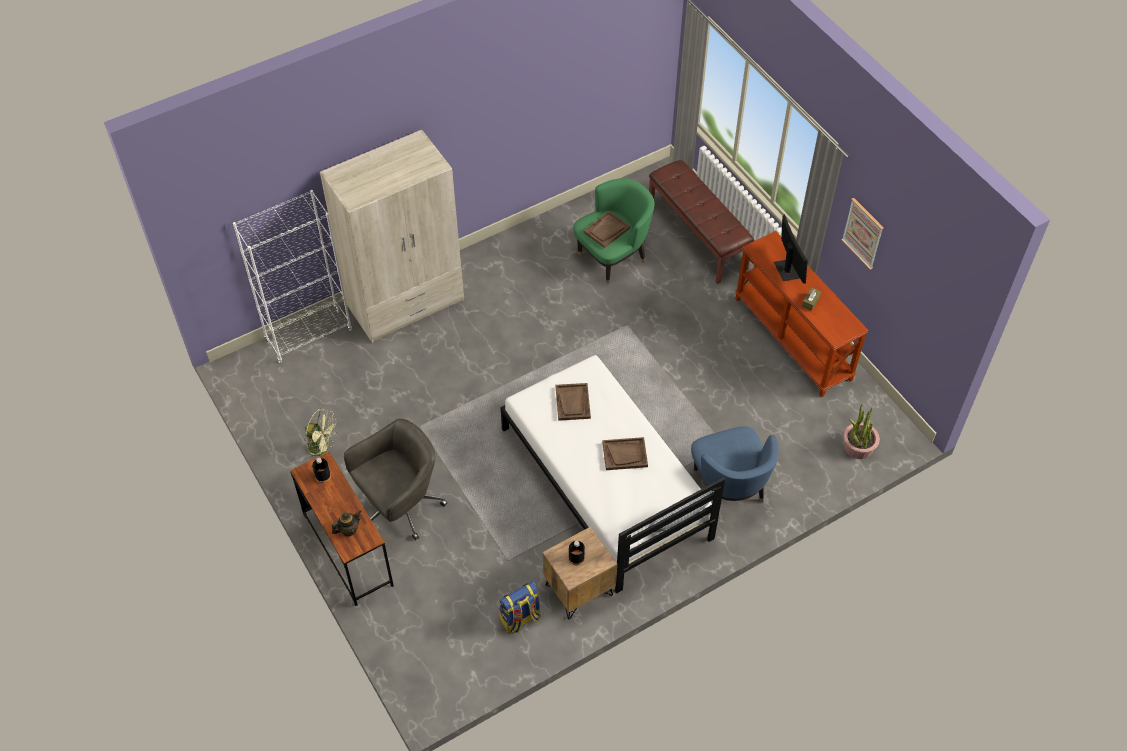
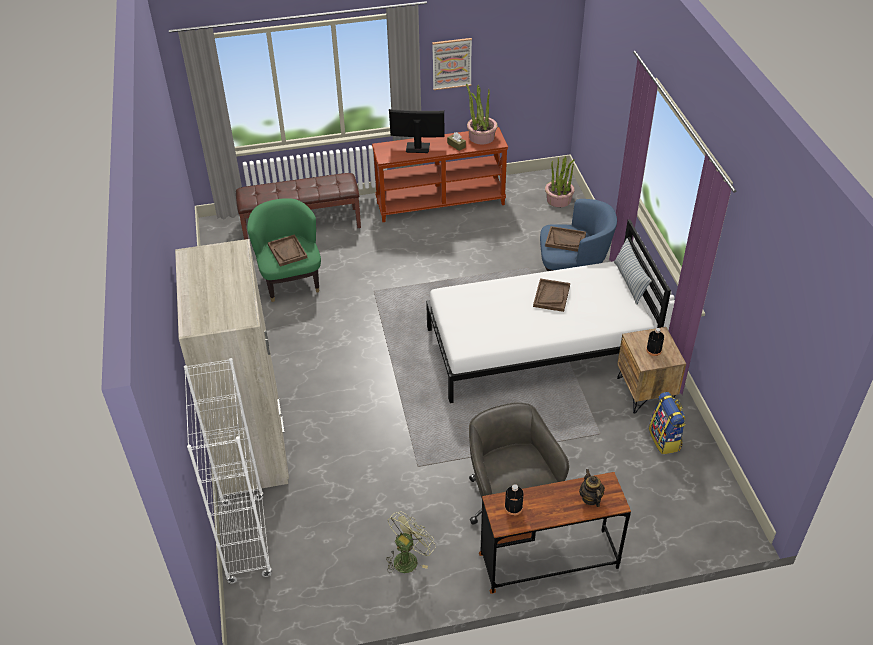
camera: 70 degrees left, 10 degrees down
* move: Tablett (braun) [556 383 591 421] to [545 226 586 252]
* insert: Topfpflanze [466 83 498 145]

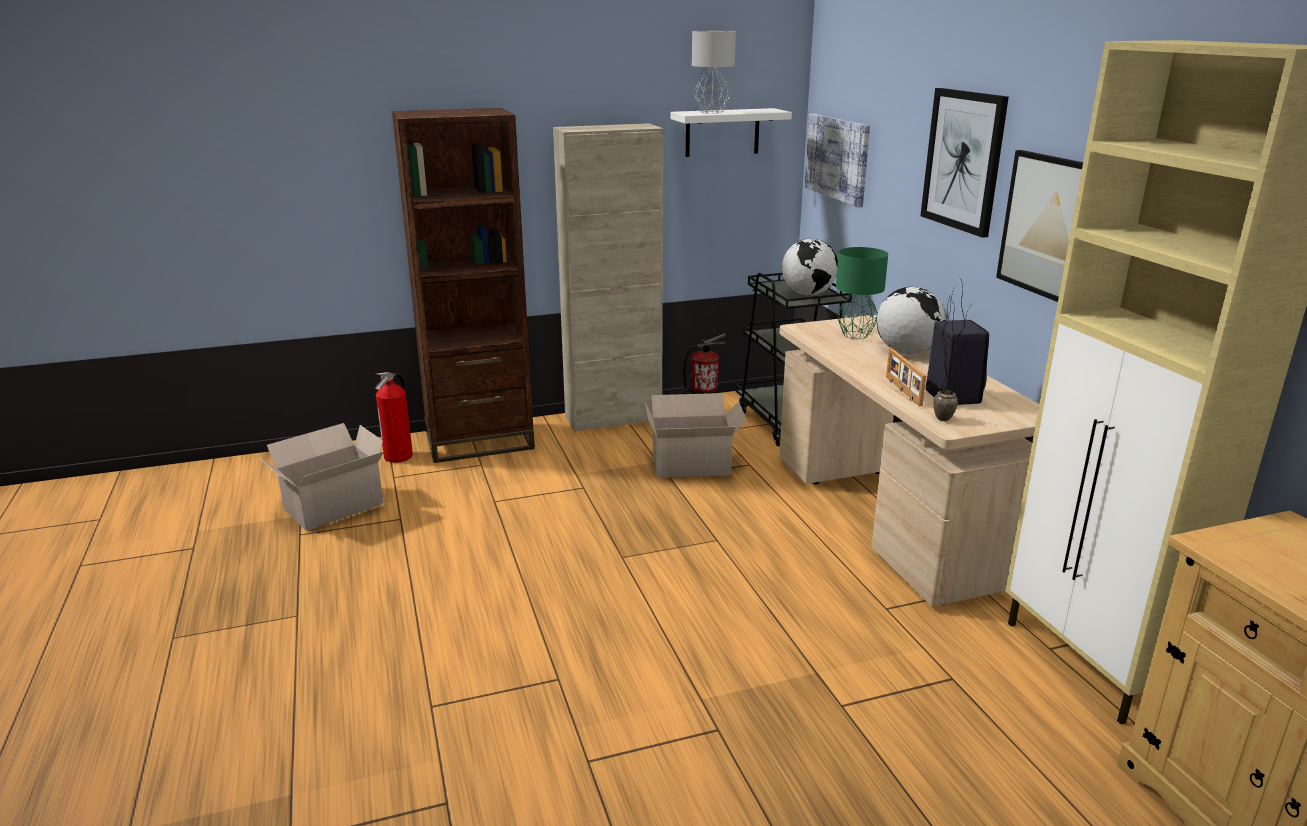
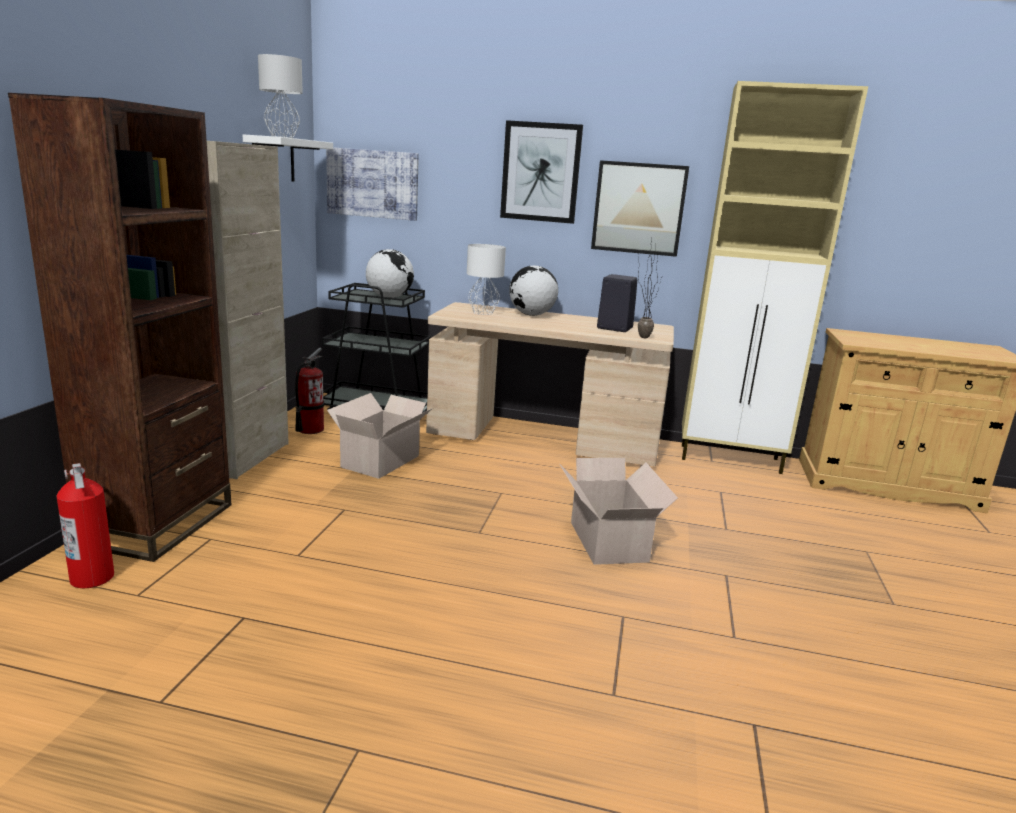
camera: 60 degrees left, 5 degrees down
* move: Karton [260 423 384 531] to [559 458 678 565]
* recolor: Tischlampe (grün) [836 247 888 339] to Tischlampe (weiß) [467 244 506 315]
* delete: Bilderrahmen [886 348 926 406]

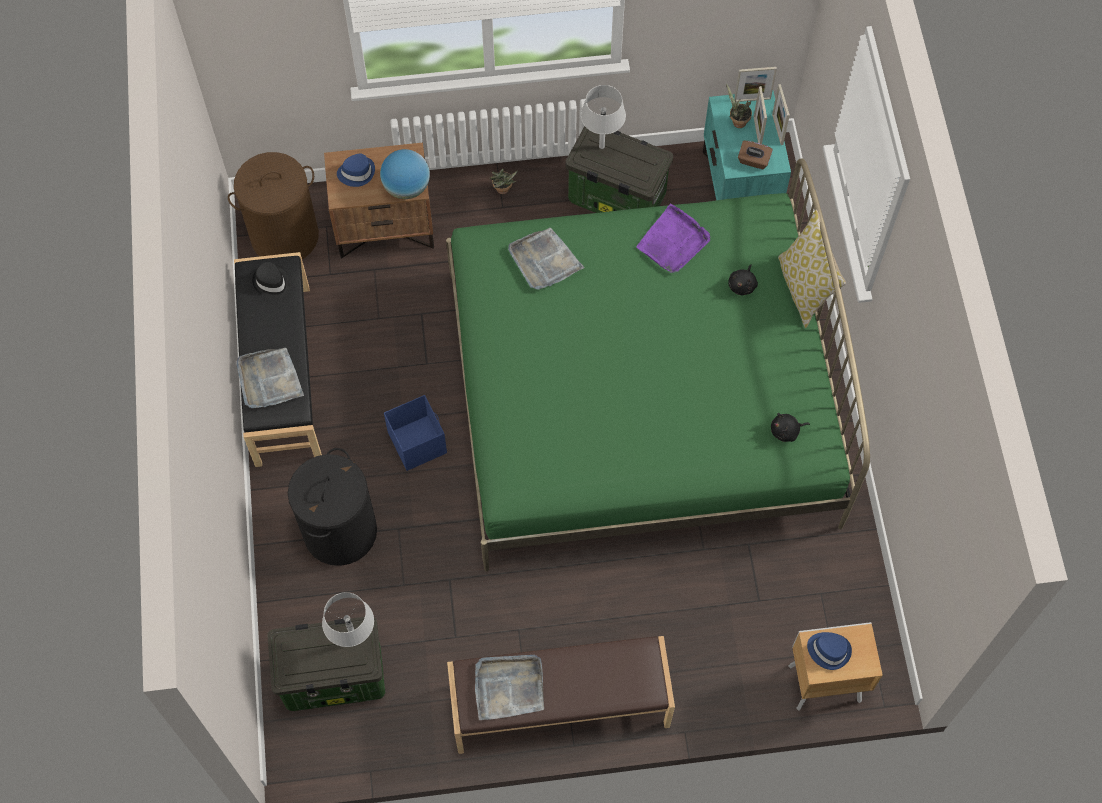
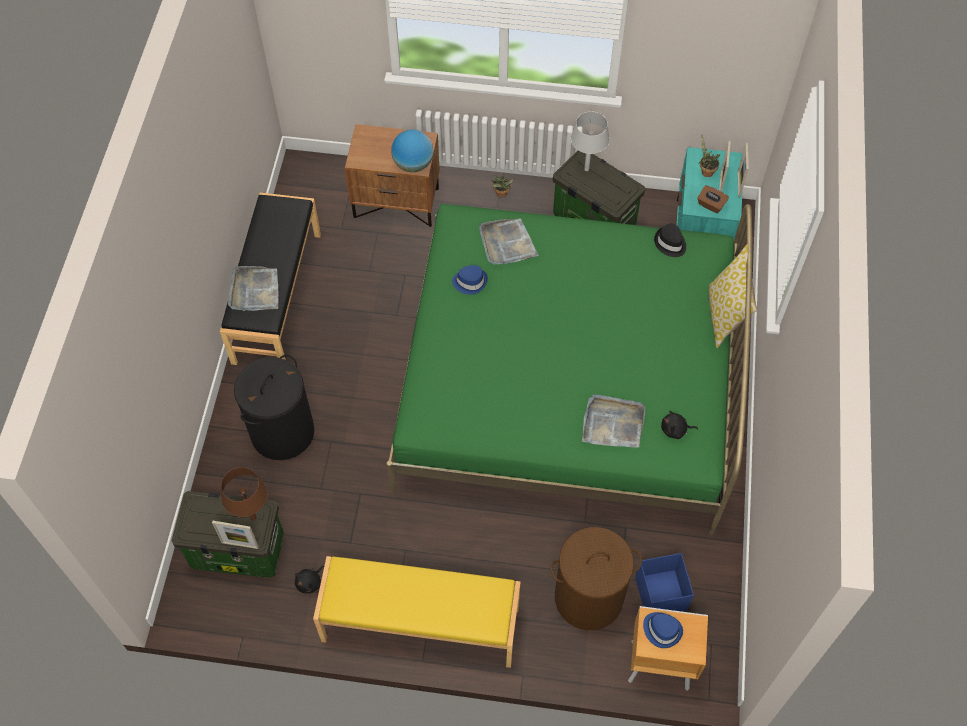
camera: 15 degrees right, 5 degrees down
* move: Wäschekorb (braun) [228 152 319 259] to [551 527 642 630]
* move: Hut (schwarz) [252 262 290 299] to [654 223 686 257]
* recolor: Tischlampe (grau) [322 592 374 647] to Tischlampe (braun) [221 467 268 521]
* move: Hut (blau) [337 154 375 187] to [452 265 488 295]
* move: Aufbewahrungsbox (blau) [384 395 447 471] to [635 553 694 612]
* recolor: Bank (braun) [447 636 675 754] to Bank (gelb) [313 556 521 668]
* move: Tablett (grau) [475 655 544 720] to [582 394 645 448]
* delete: Tablett (lila) [636 203 710 273]
* move: Plüschtier (schwarz) [728 265 758 295] to [295 566 324 594]
* move: Bilderrahmen [734 67 777 102] to [212 521 259 549]

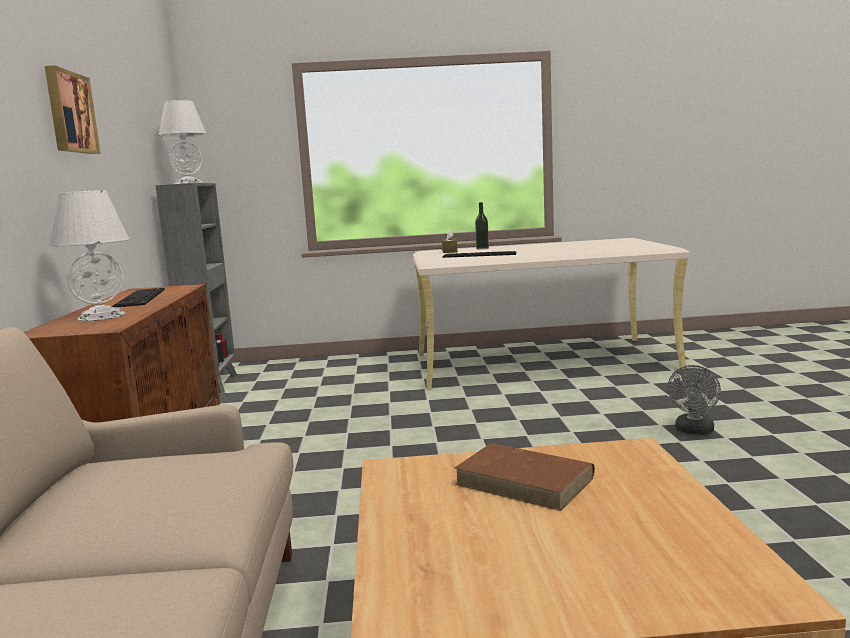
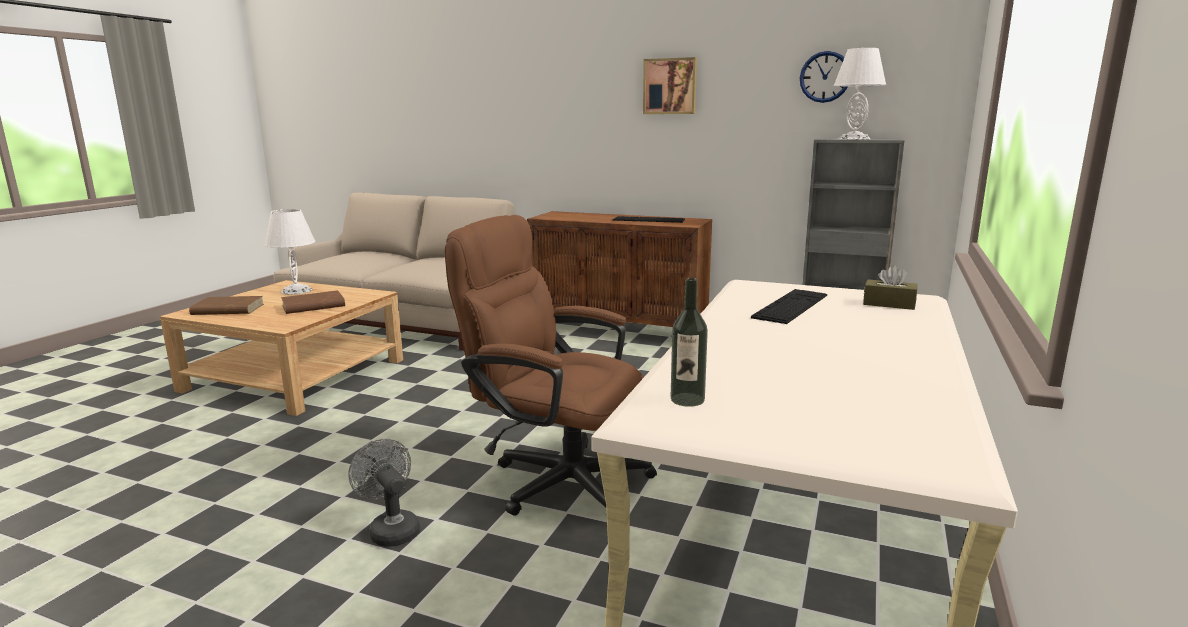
camera: 115 degrees right, 5 degrees up
* move: Tischlampe (weiß) [50 190 129 321] to [265 209 315 295]
* move: Flasche [475 202 489 249] to [671 278 708 407]
* insert: Buch (braun) [189 296 264 315]
* insert: Bürostuhl (braun) [445 215 657 516]
* insert: Wanduhr [800 51 847 103]

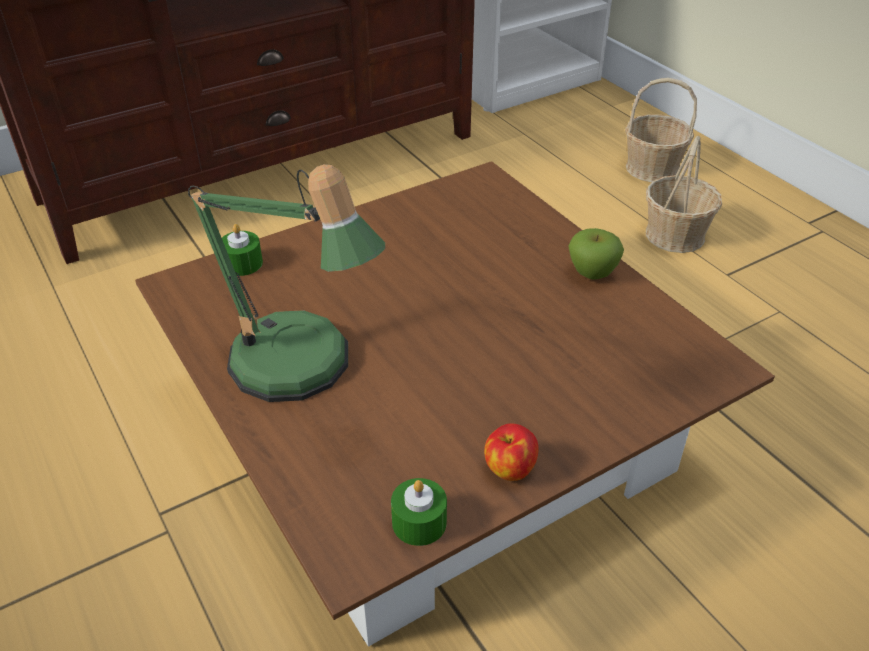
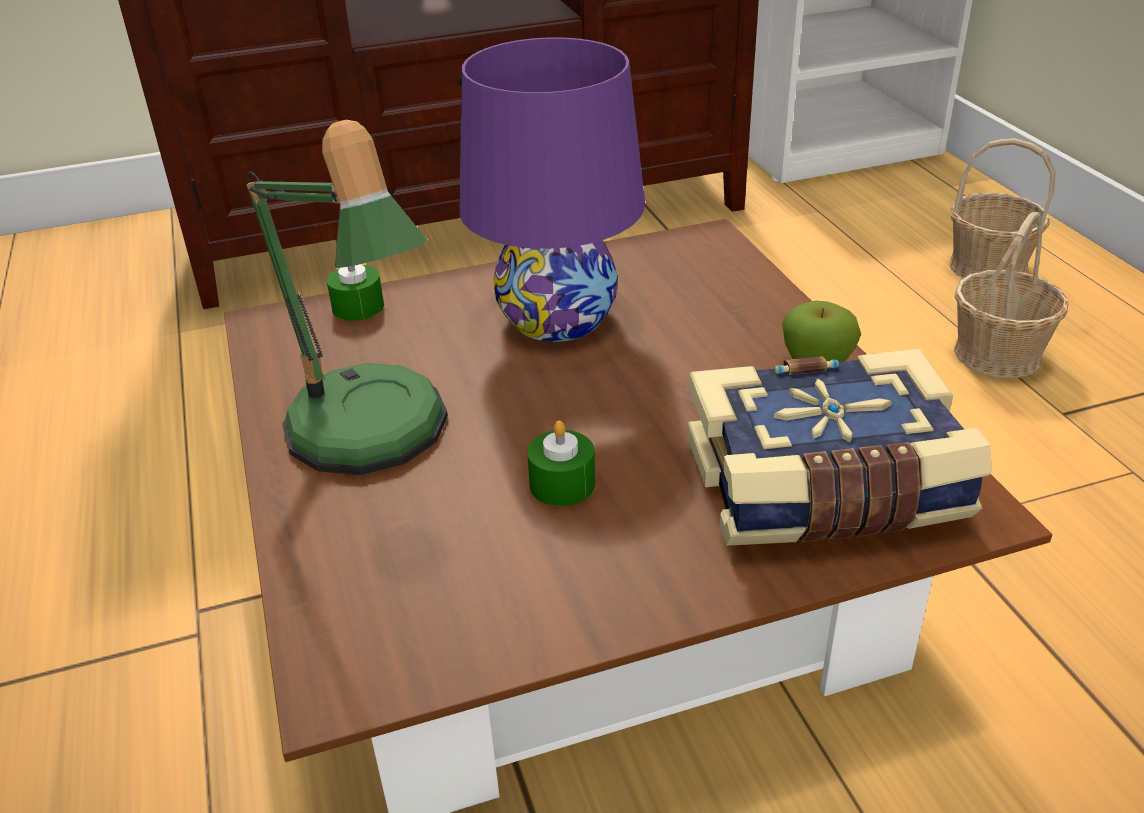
camera: 15 degrees right, 5 degrees down
* move: Kerze (grün) [391 478 447 546] to [527 421 595 506]
* delete: Apfel [484 423 539 481]
* insert: Tischlampe (lila) [459 37 645 342]
* insert: Buch [687 349 992 546]

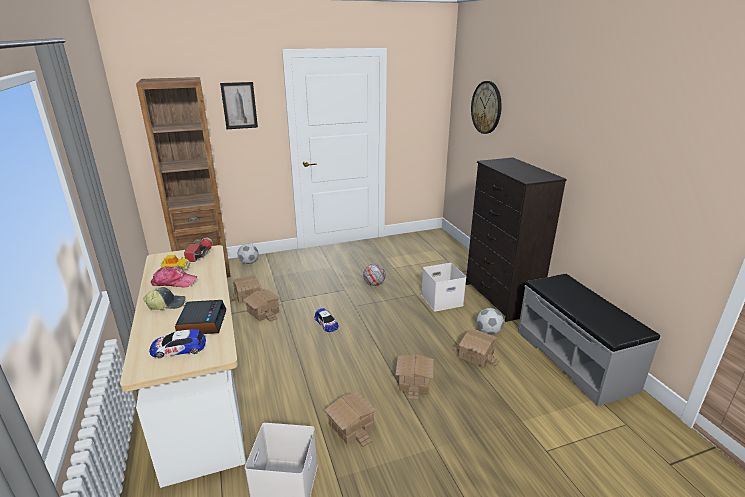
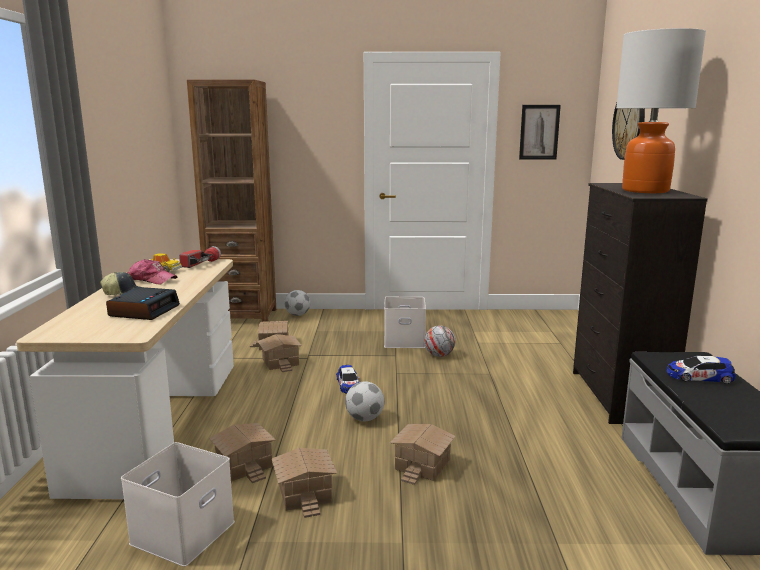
camera: 20 degrees right, 10 degrees down
* move: Spielzeugauto [149 330 206 358] to [667 356 736 384]
* move: Bild [220 82 258 129] to [519 105 561 160]
* move: Aufbewahrungsbox (weiß) [421 263 466 312] to [384 297 426 348]
* move: Spielzeughaus [454 328 500 368] to [209 423 276 483]
* move: Fußball [477 308 504 335] to [345 381 384 421]
* insert: Tischlampe [616 28 706 193]

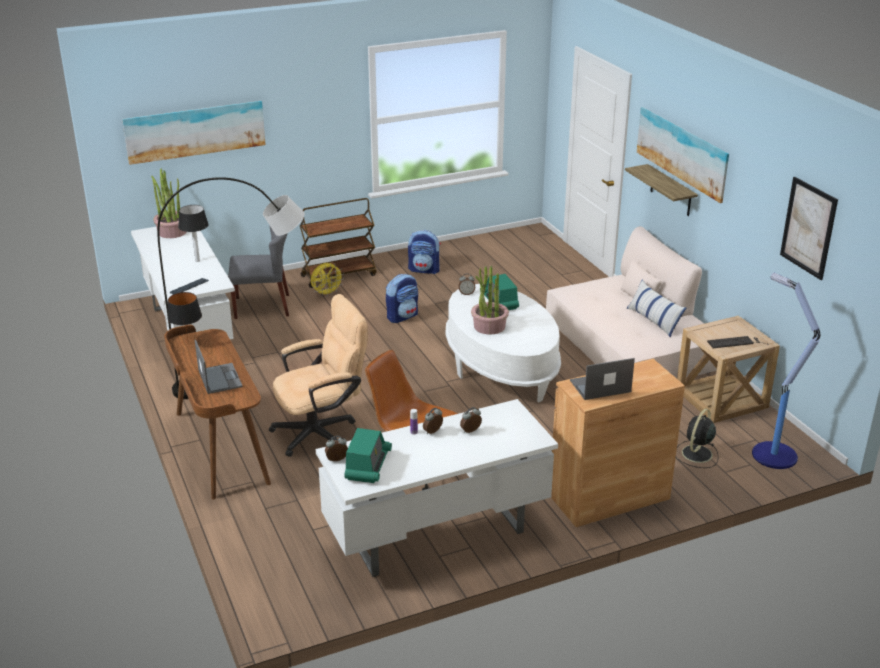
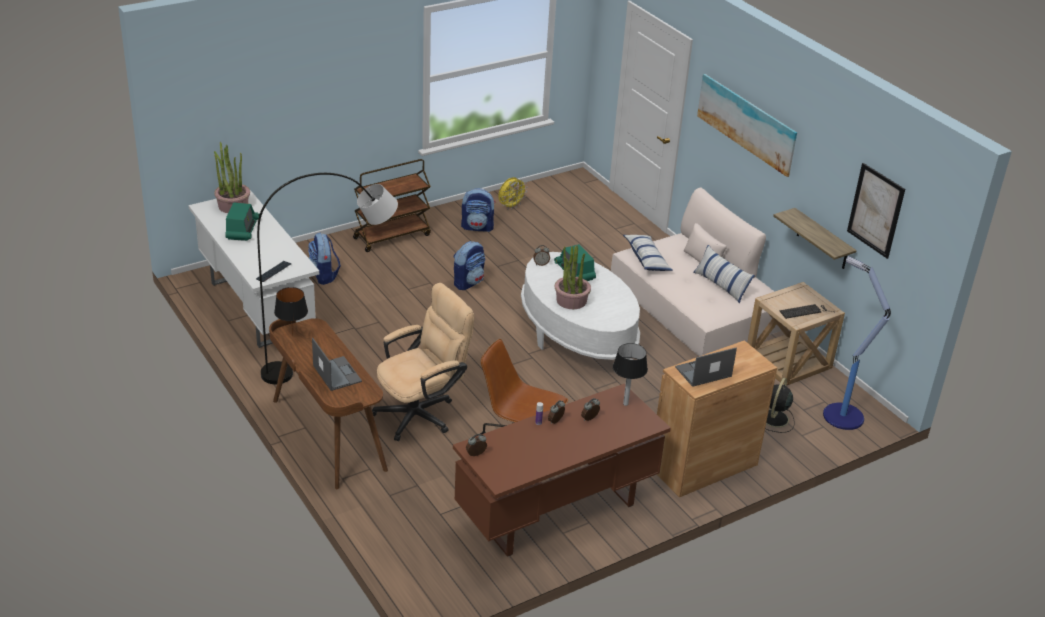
camera: 10 degrees left, 5 degrees up
* delete: Bild [122 101 266 165]
* move: Tischlampe [178 205 209 262] to [613 343 648 406]
* replace: Stuhl (grau) [228 227 289 319] to Rucksack [308 233 341 285]
* move: Ventilator (gelb) [311 263 344 296] to [498 177 527 209]
* recolor: Schreibtisch (weiß) [316 399 558 577] to Schreibtisch (braun) [453 384 671 557]
* move: Radio [345 428 392 483] to [225 202 260 241]
* move: Wandregal [625 164 698 216] to [773 208 857 269]
* insert: Kissen [623 235 673 271]

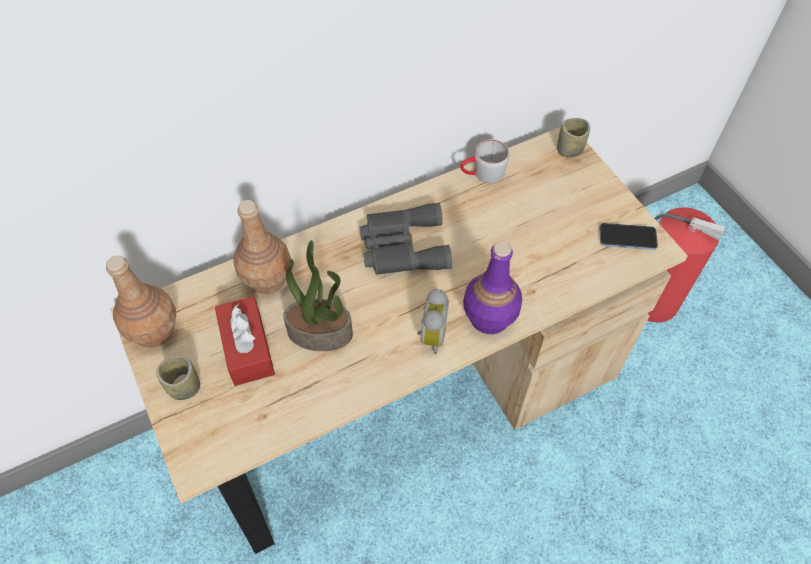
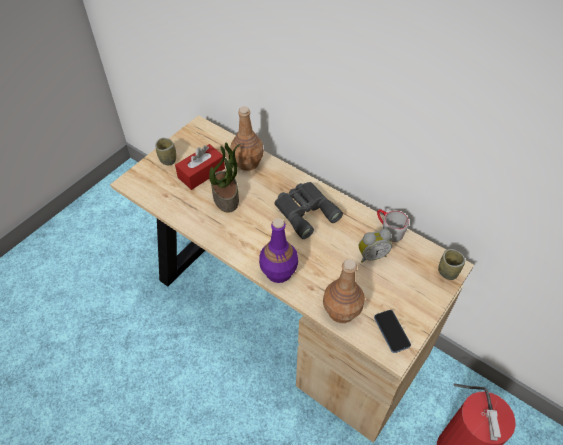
camera: 65 degrees right, 5 degrees down
* move: Flasche (braun) [106 255 176 348] to [323 259 365 323]
* move: Wecker [417 289 449 354] to [359 229 392 263]

